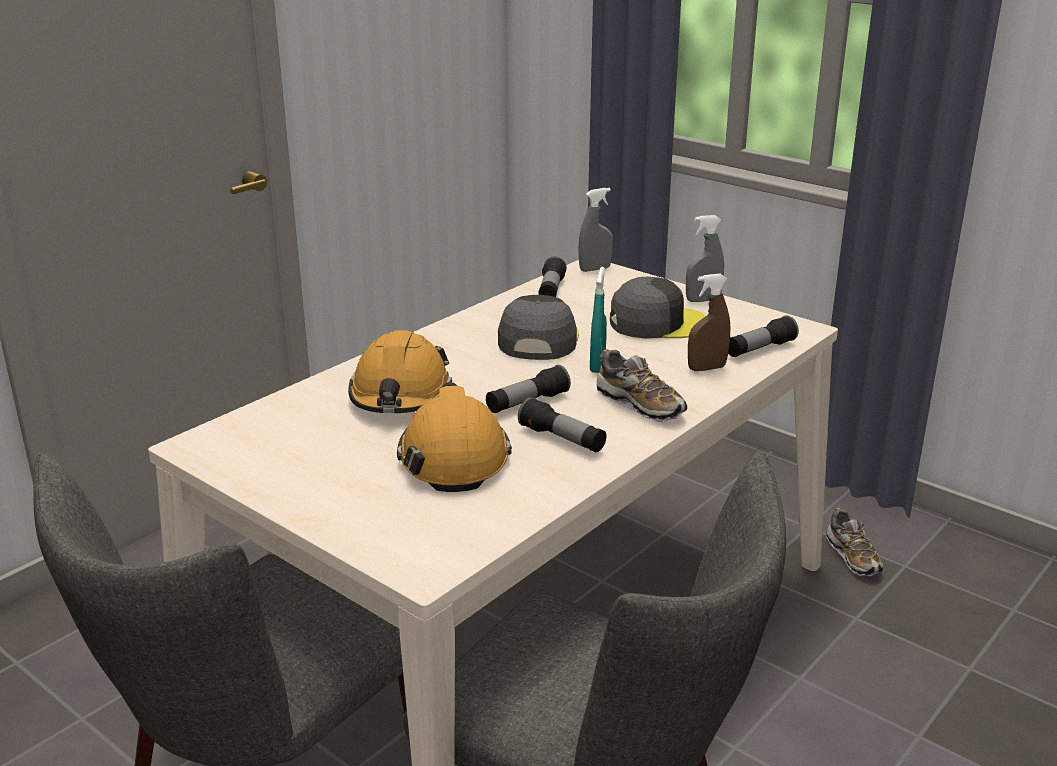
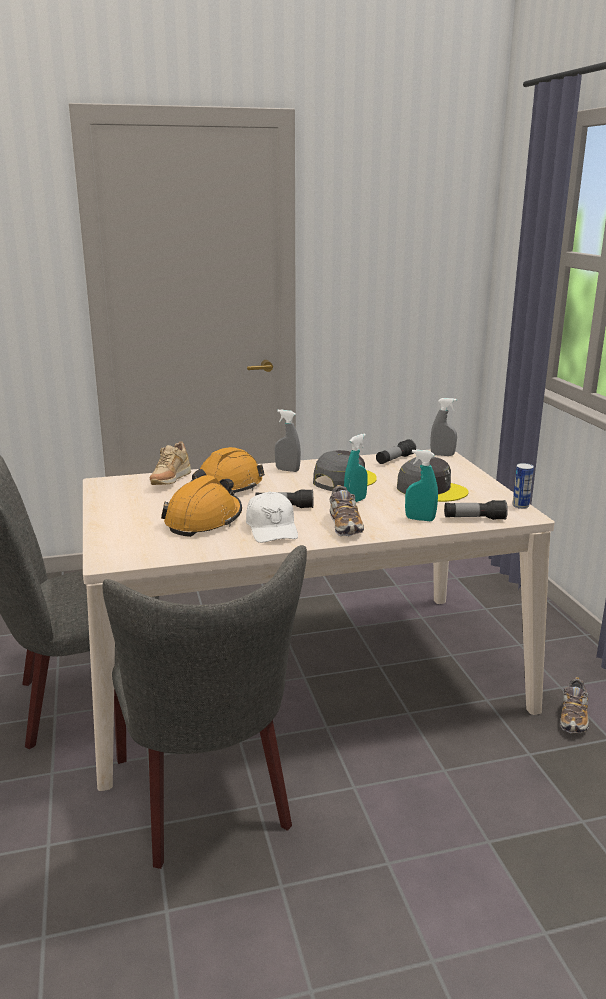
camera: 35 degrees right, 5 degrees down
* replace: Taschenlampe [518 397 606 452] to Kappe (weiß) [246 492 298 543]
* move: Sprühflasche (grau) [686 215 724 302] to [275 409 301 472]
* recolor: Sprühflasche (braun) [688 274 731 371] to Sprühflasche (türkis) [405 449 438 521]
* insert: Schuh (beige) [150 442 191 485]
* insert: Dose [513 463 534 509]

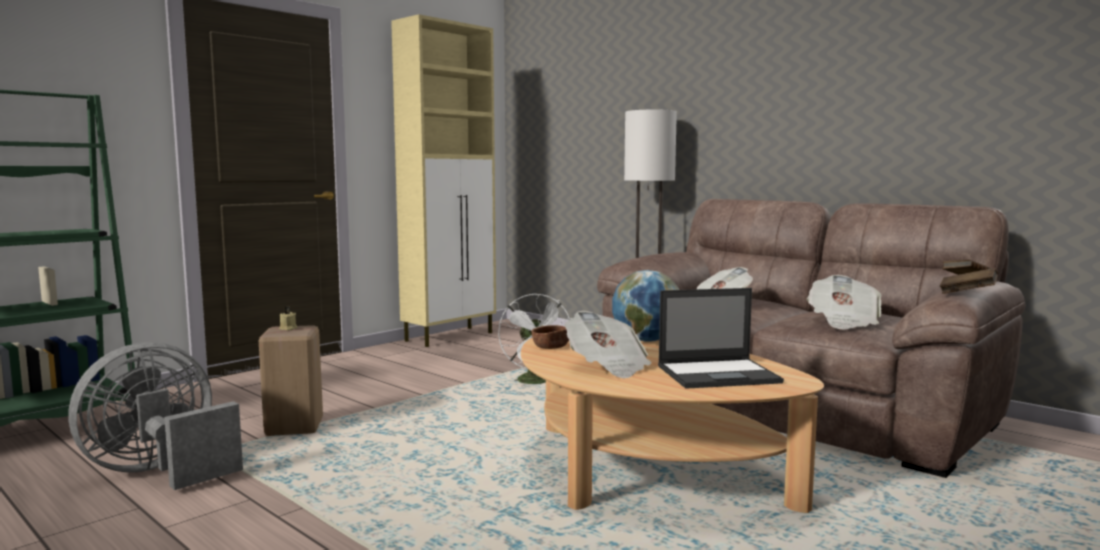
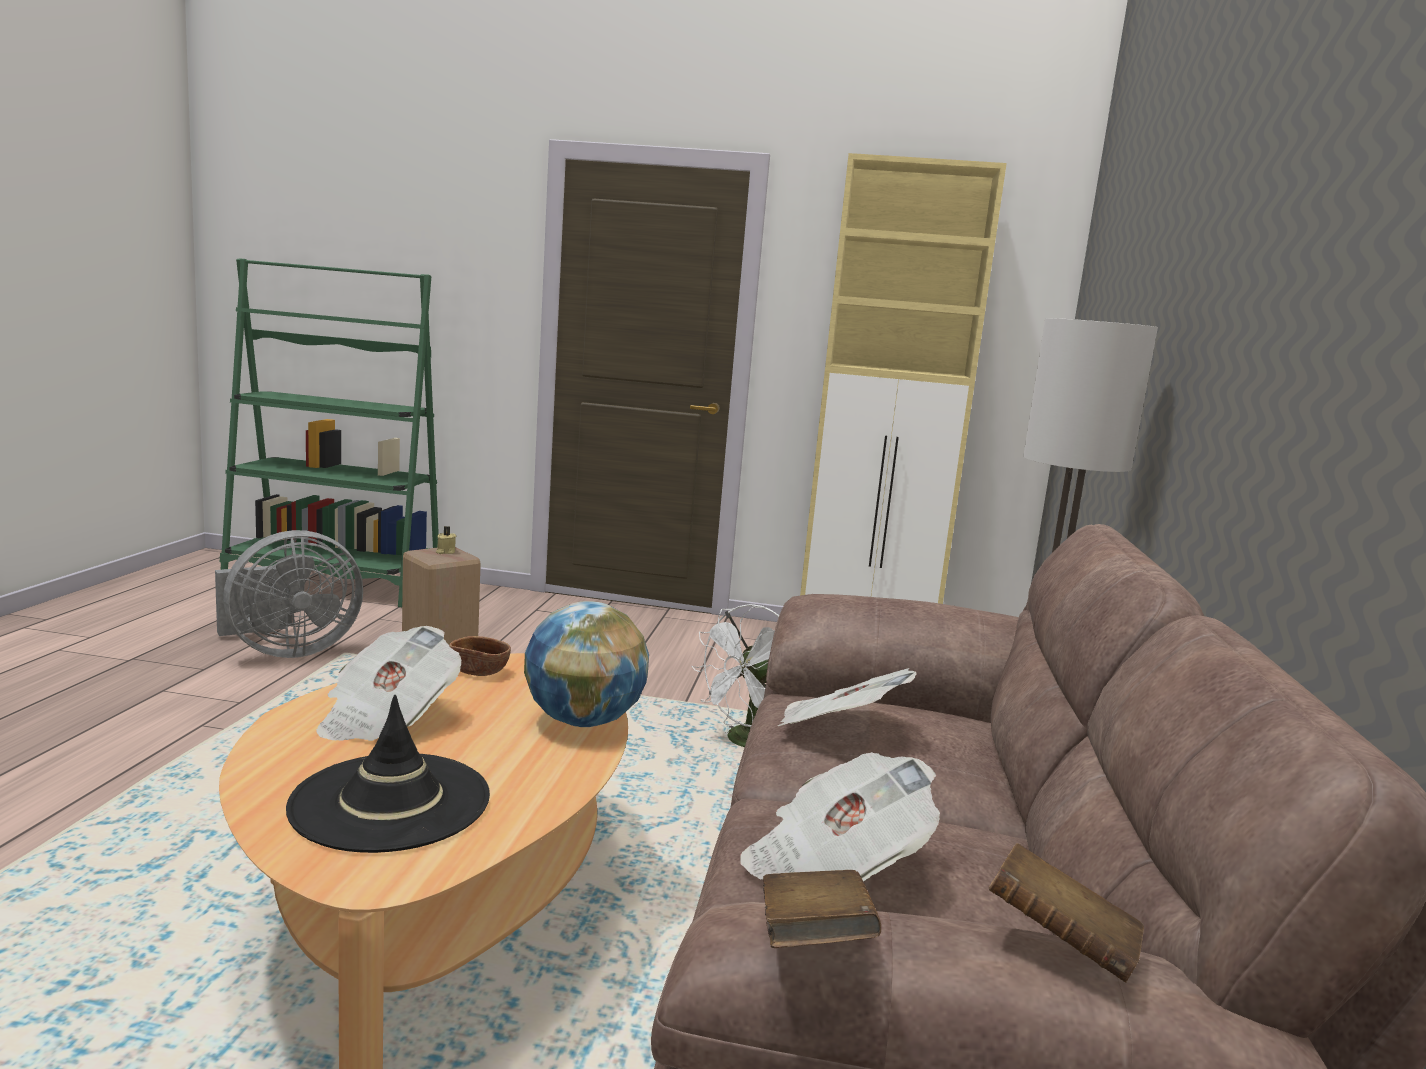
camera: 55 degrees right, 5 degrees up
* rotate: Ventilator (grau) [68 342 243 490] = [215 530 363 658] 135 degrees clockwise
* replace: Laptop [658 288 784 389] to Hut (schwarz) [286 695 490 853]

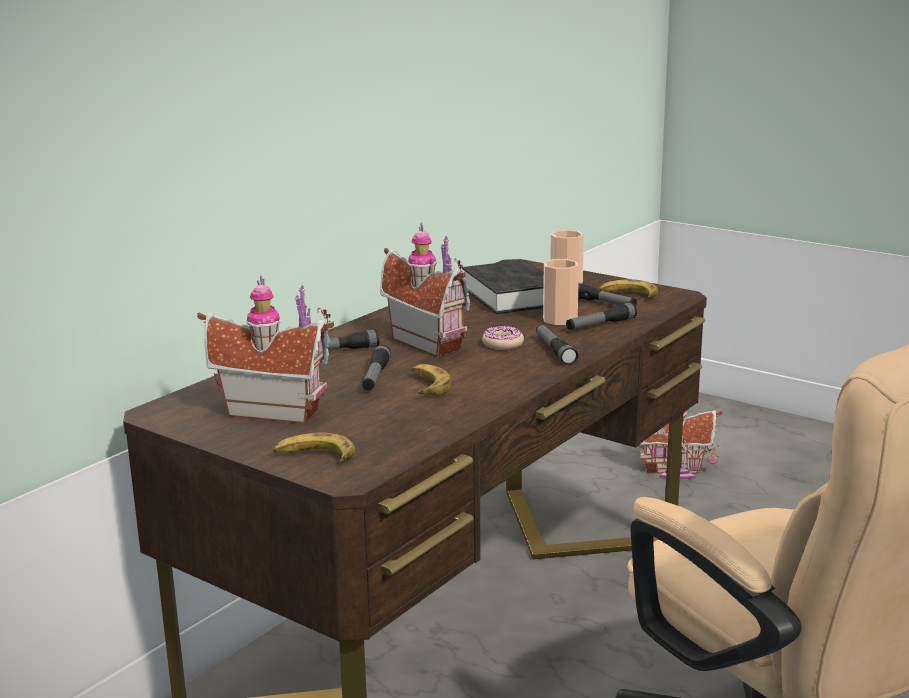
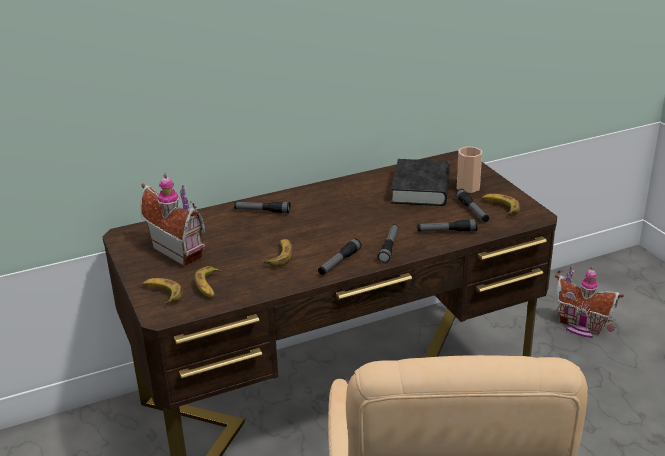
camera: 30 degrees right, 10 degrees up
* move: Taschenlampe [362 345 391 391] to [318 238 362 275]
* delete: Spielzeughaus [380 223 470 357]
* delete: Donut [482 326 524 350]
* delete: Tasse [543 259 579 325]
* insert: Banane [194 266 221 298]

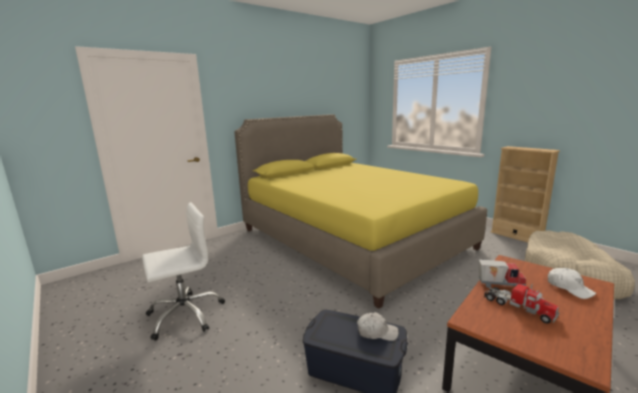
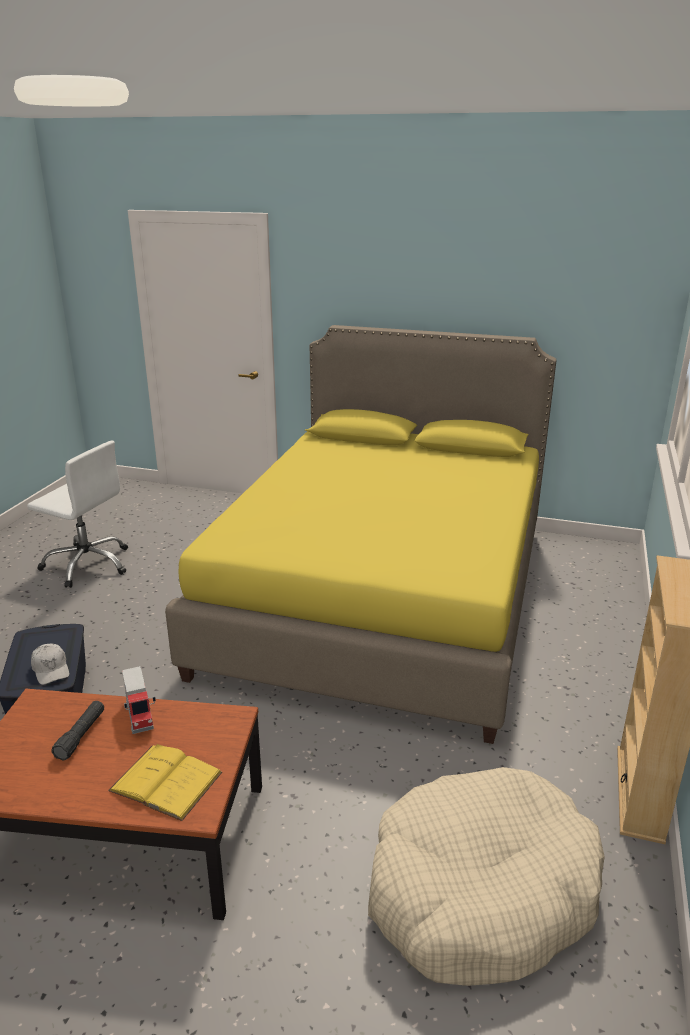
camera: 55 degrees right, 10 degrees up
* replace: Spielzeuglaster [484 283 559 324] to Taschenlampe (schwarz) [51 701 104 761]
* replace: Kappe (weiß) [548 268 596 299] to Buch (gelb) [108 744 222 821]

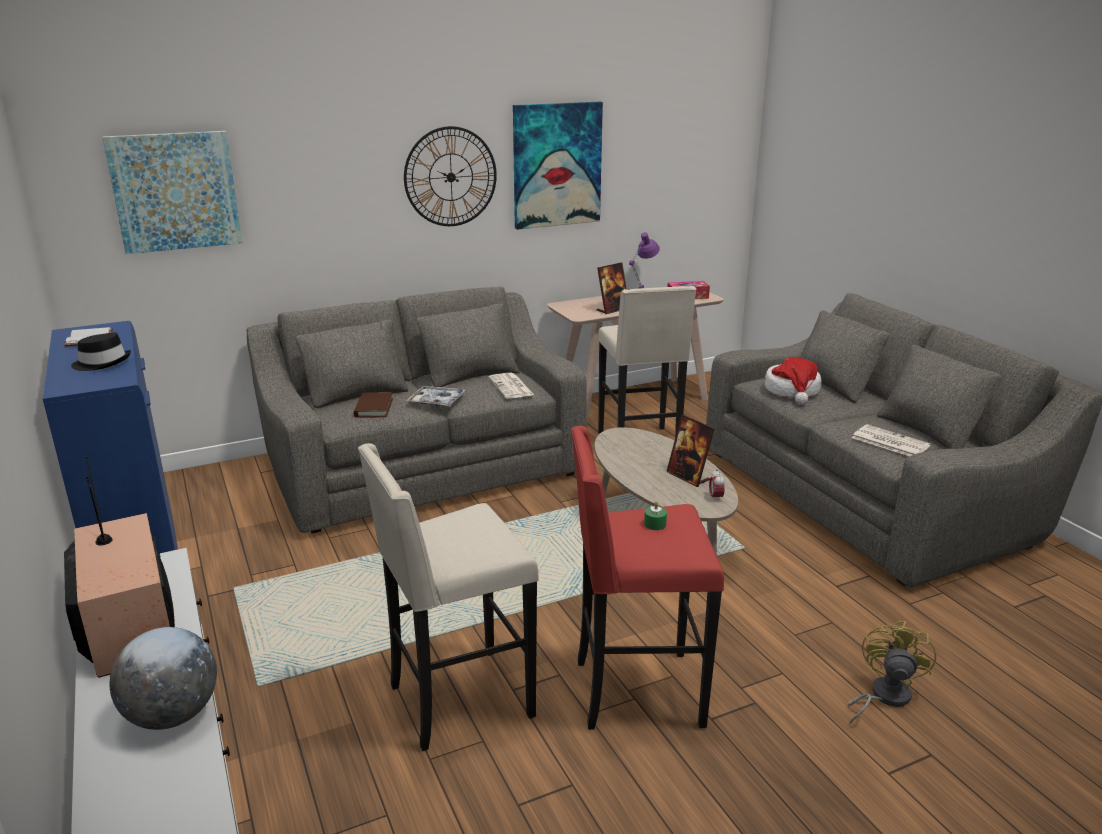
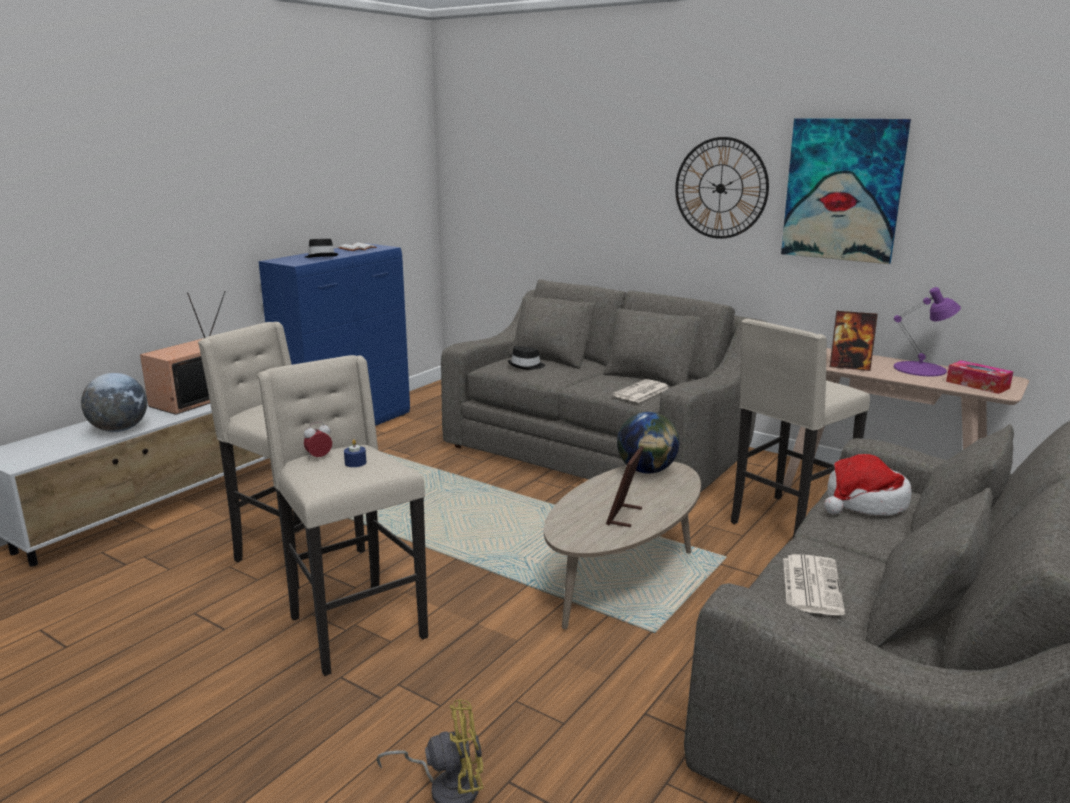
camera: 60 degrees right, 5 degrees down
* delete: Bild [102 131 242 254]
* replace: Buch (braun) [354 392 393 418] to Hut (schwarz) [508 346 545 370]
* delete: Tablett [406 386 466 407]
* recolor: Hocker (rot) [571 426 724 730] to Hocker (beige) [258 355 428 676]
* recolor: Kerze (grün) [644 501 667 530] to Kerze (blau) [344 439 366 467]
* move: Wecker [709 469 725 502] to [304 422 332 459]
* insert: Globus [617 412 679 474]

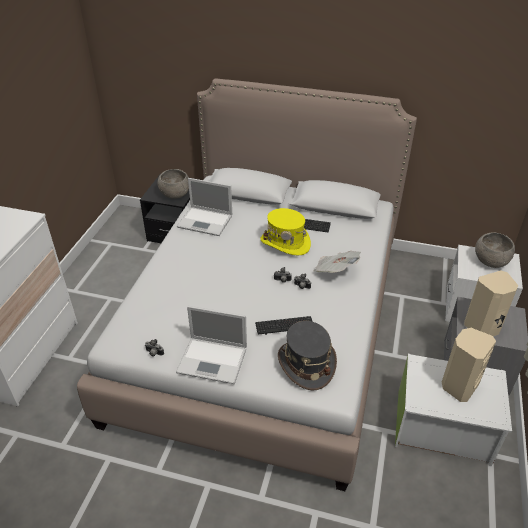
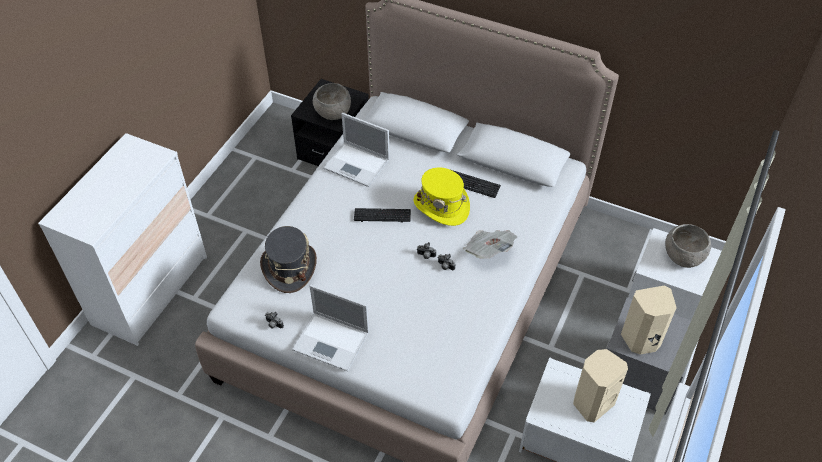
camera: 10 degrees right, 10 degrees up
* move: Tastatur [255 316 313 335] to [354 208 411 223]
* move: Hut (grau) [278 321 337 391] to [260 226 317 293]

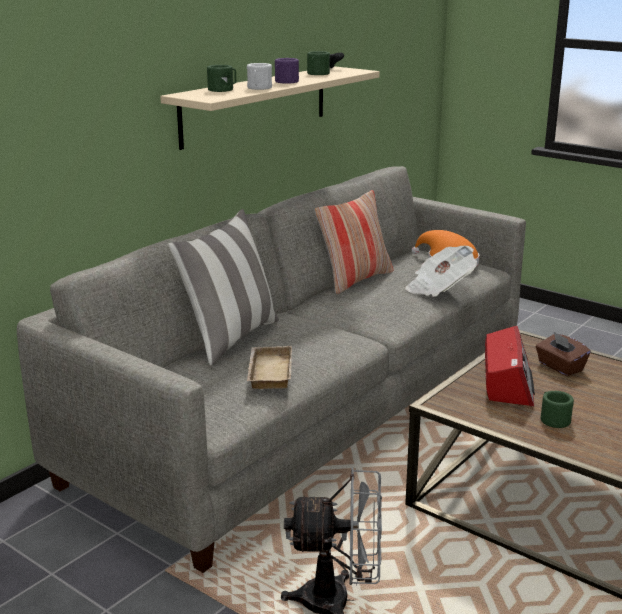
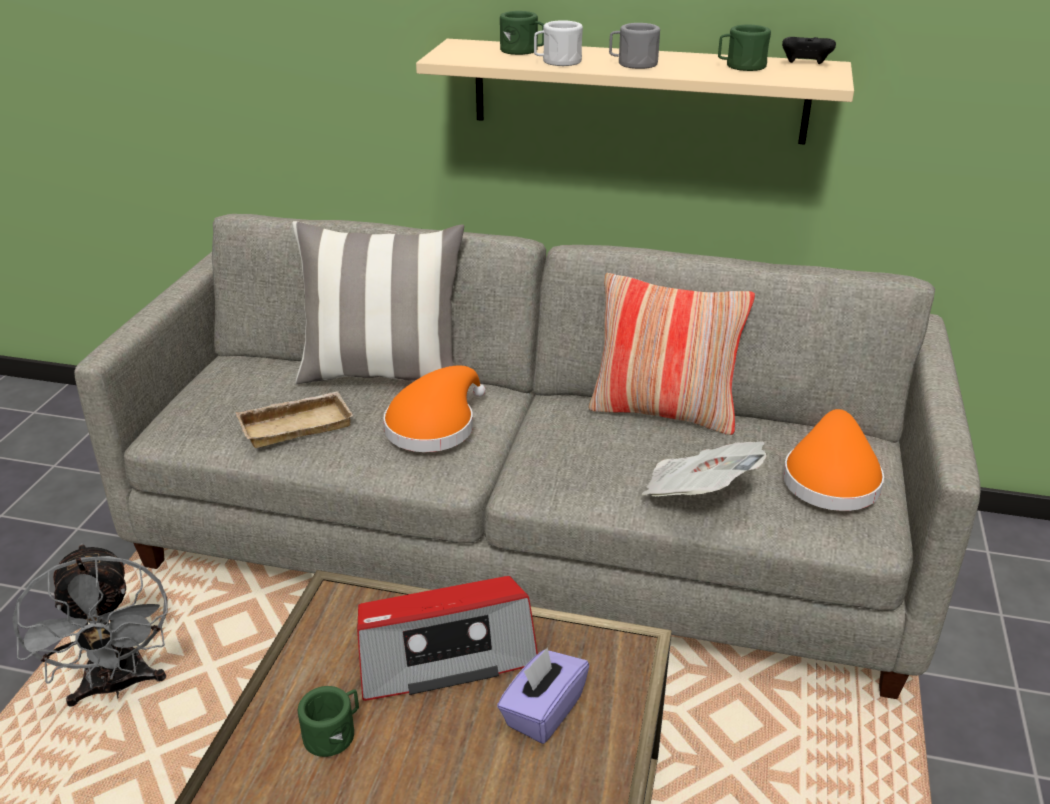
camera: 65 degrees right, 10 degrees up
* recolor: Henkelbecher (lila) [275 58 299 84] to Henkelbecher (grau) [609 23 660 69]
* recolor: Taschentuchbox (braun) [536 332 591 376] to Taschentuchbox (lila) [497 648 589 744]
* insert: Hut (orange) [383 366 486 452]

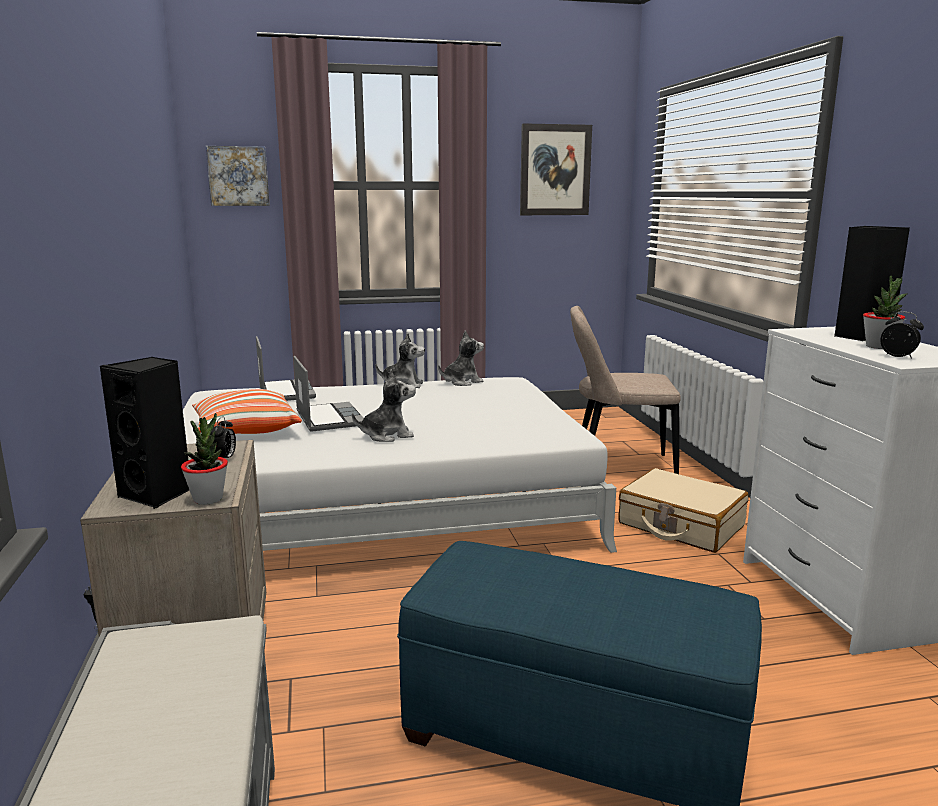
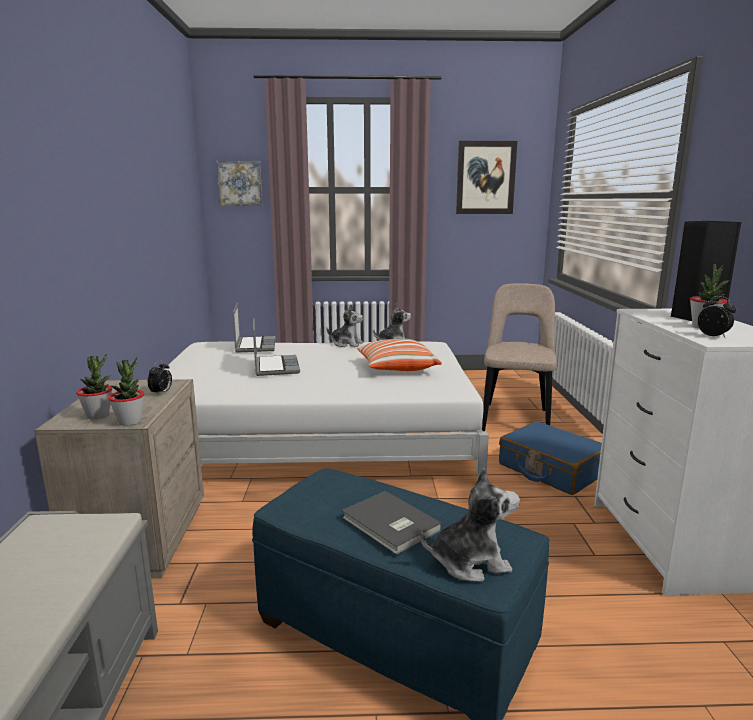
camera: 10 degrees right, 0 degrees up
* replace: Lautsprecher (schwarz) [100 357 189 509] to Topfpflanze [76 354 112 420]
* move: Kissen [192 389 302 434] to [357 339 442 371]
* move: Plüschtier [352 369 416 442] to [420 468 520 582]
* rotate: Stuhl (beige) [570 306 681 474] = [482 283 557 431] 90 degrees clockwise
* recolor: Koffer (beige) [618 468 749 553] to Koffer (blau) [499 421 602 495]
* insert: Buch (grau) [342 491 442 555]

